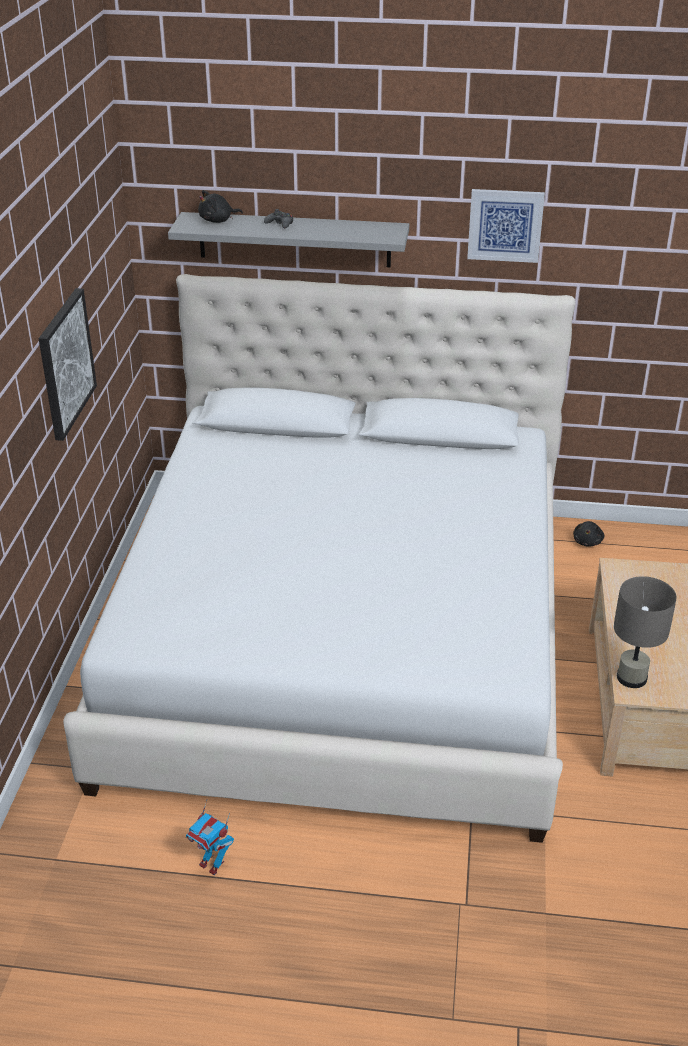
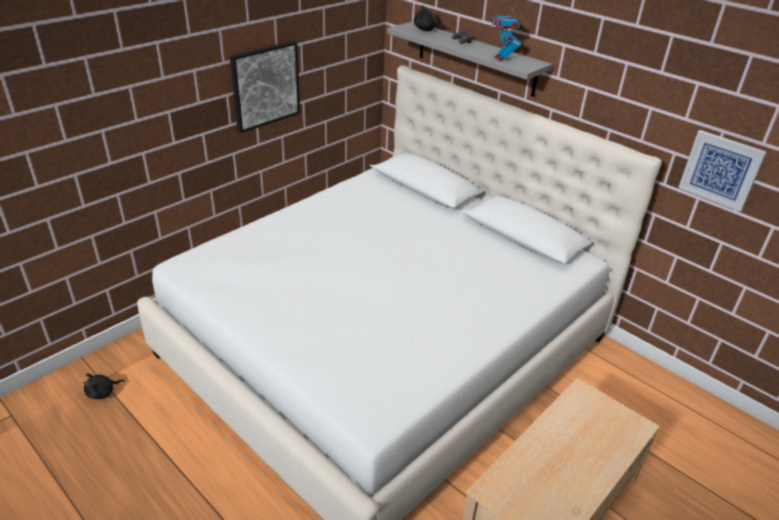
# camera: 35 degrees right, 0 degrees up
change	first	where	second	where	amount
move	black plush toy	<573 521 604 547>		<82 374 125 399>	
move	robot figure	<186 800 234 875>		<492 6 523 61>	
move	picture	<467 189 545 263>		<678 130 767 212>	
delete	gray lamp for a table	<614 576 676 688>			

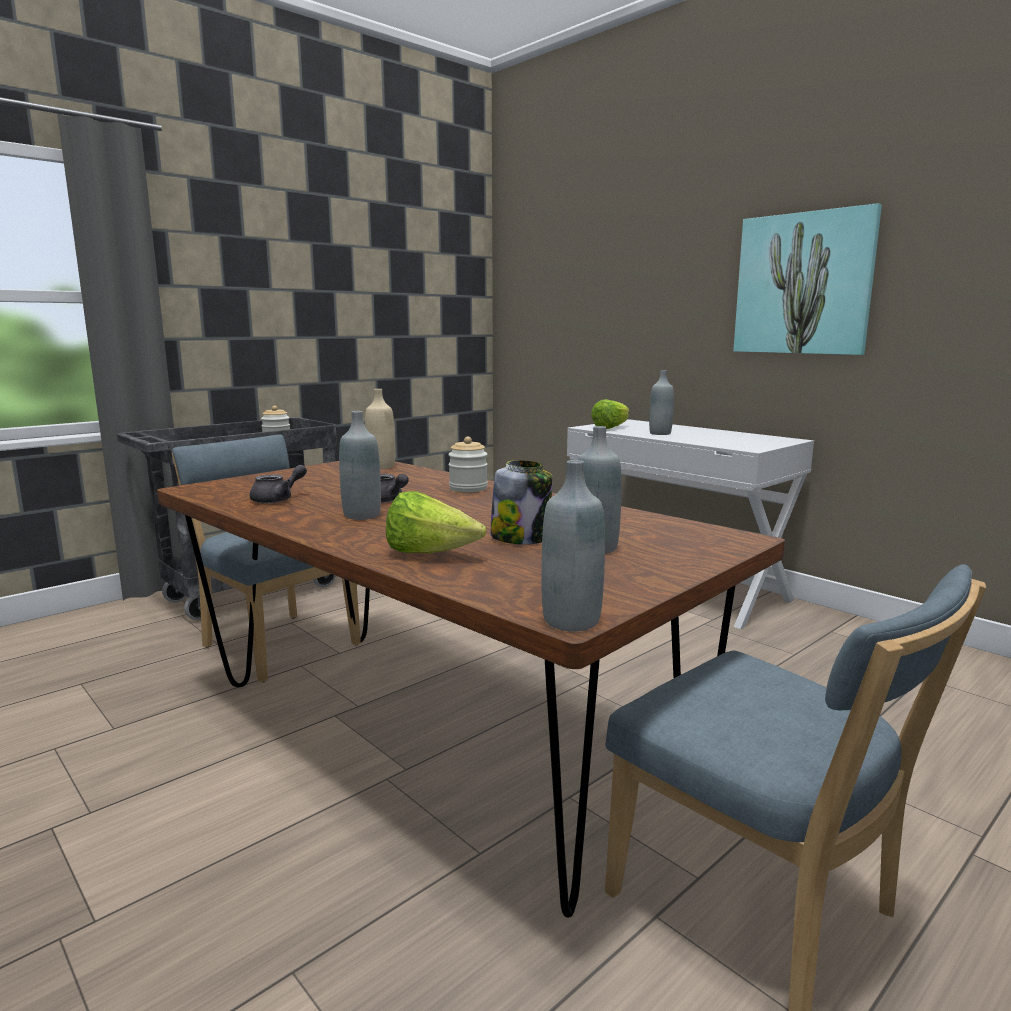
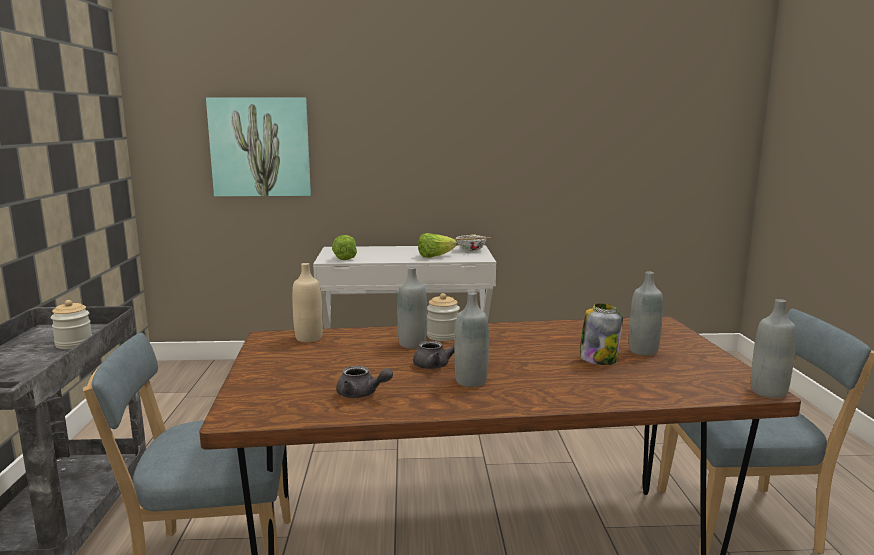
# camera: 50 degrees left, 0 degrees up
change	first	where	second	where	amount
move	picture	<733 203 882 355>		<206 97 311 196>	
rotate	gray teapot	<250 465 307 503>		<336 366 393 398>	120 degrees clockwise
move	gray bottle	<649 370 674 435>		<397 267 427 349>	
move	lettuce	<386 491 486 553>		<418 233 457 258>	
insert			deep dish	<454 234 492 252>	

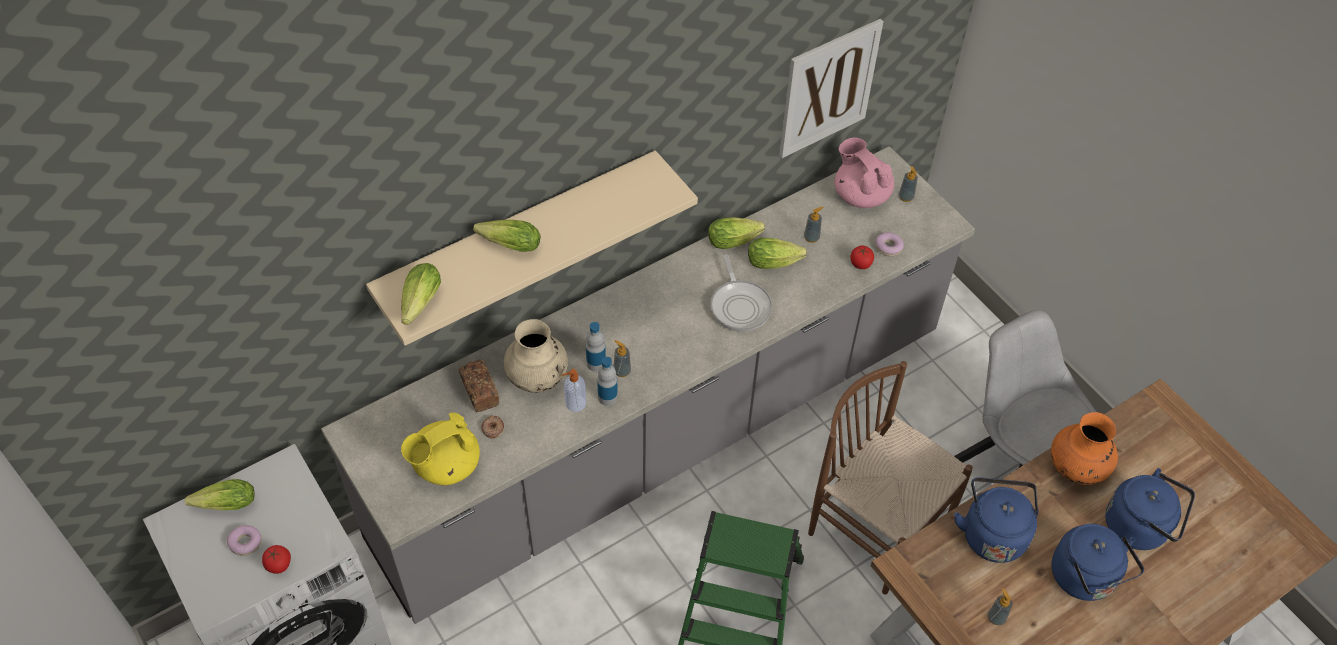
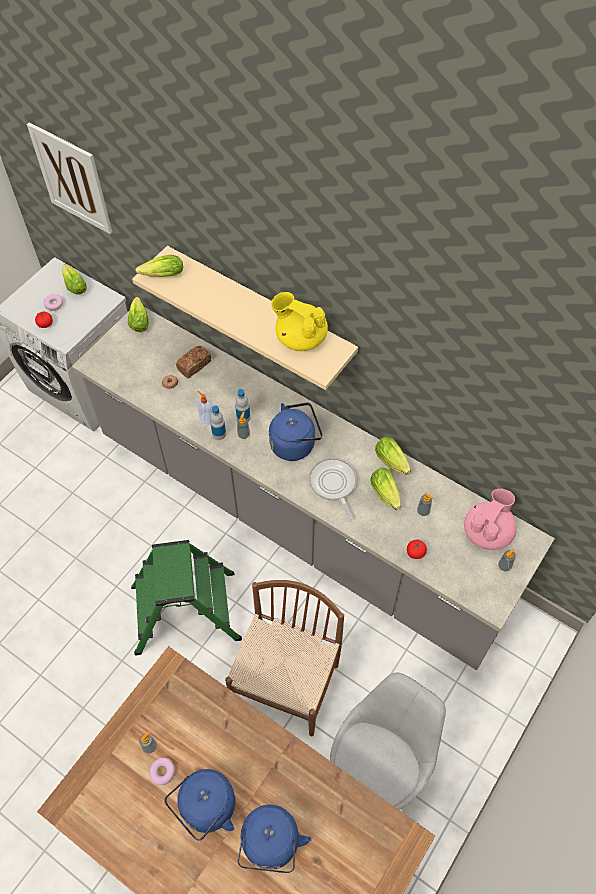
# camera: 70 degrees right, 5 degrees up
change	first	where	second	where	amount
move	picture	<779 18 883 158>		<27 123 112 234>	
move	lettuce	<473 220 541 252>		<128 297 149 332>	
move	donut	<875 232 904 256>		<149 757 175 786>	
move	blue-coloured kettle	<954 477 1039 563>		<269 402 322 461>	
move	yellowish teapot	<401 412 480 485>		<271 292 328 351>	
rotate	skillet	<711 254 772 332>		<309 458 357 520>	105 degrees clockwise
delete	beige decorative vase	<503 319 568 393>			
delete	orange-coloured decorative vase	<1051 412 1118 485>			

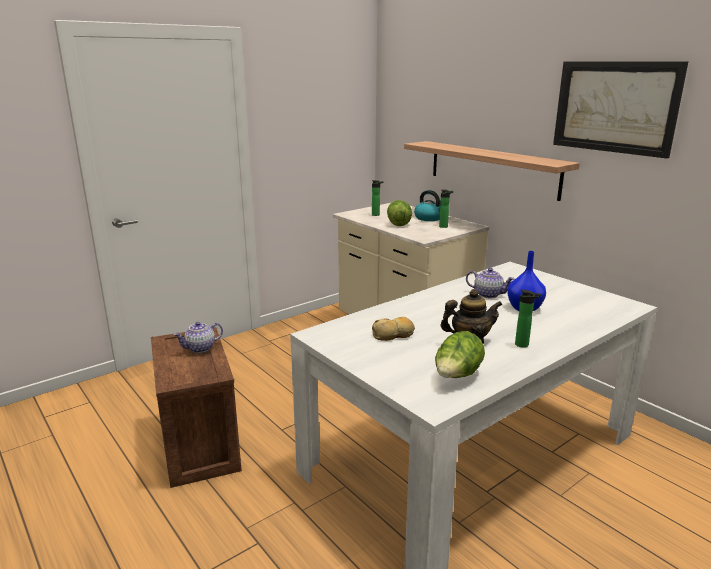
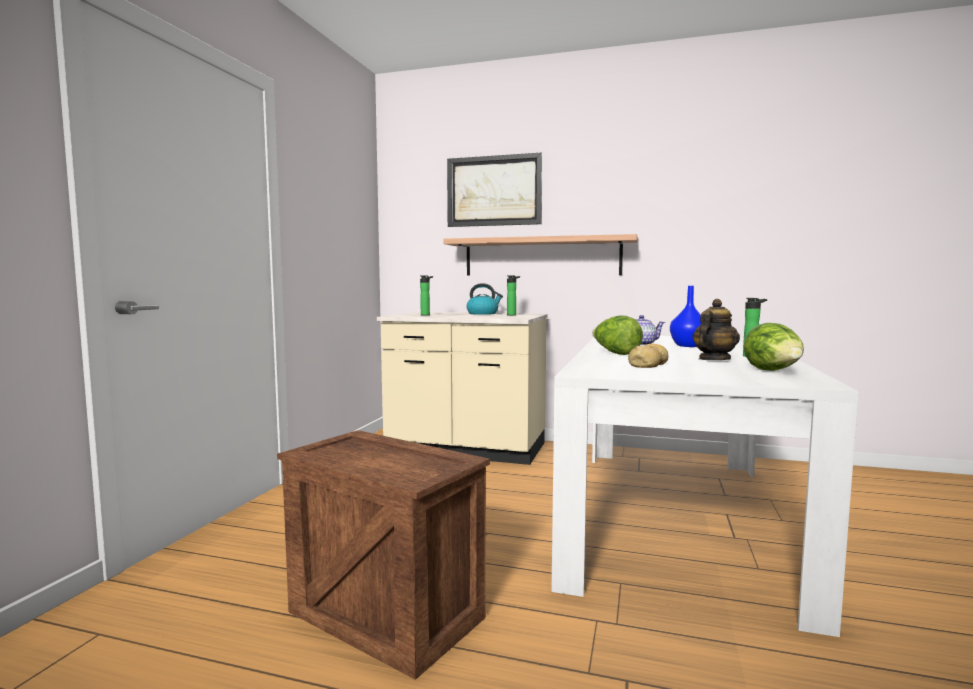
# camera: 35 degrees left, 15 degrees down
change	first	where	second	where	amount
move	picture	<553 61 688 158>		<447 153 542 227>	
move	lettuce	<387 200 412 226>		<592 315 643 355>	
delete	teapot	<174 322 223 353>			

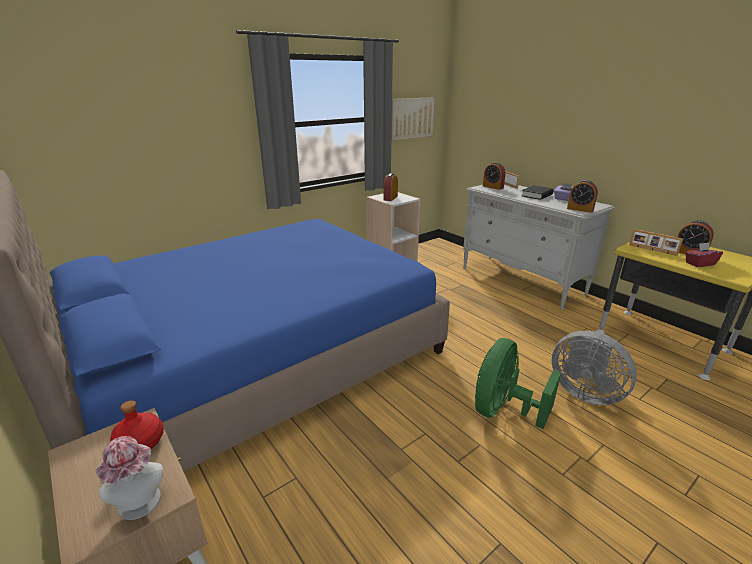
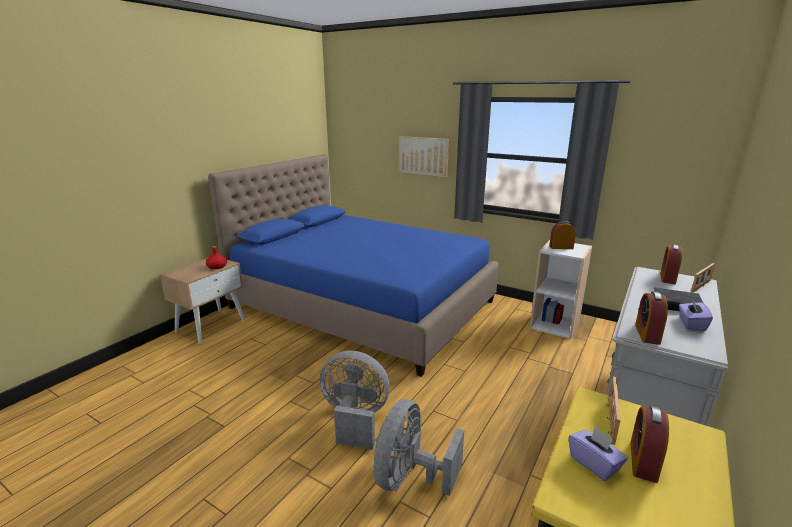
# camera: 70 degrees right, 5 degrees down
change	first	where	second	where	amount
recolor	green-coloured electric fan	<475 338 561 429>	gray electric fan	<320 351 390 450>	
move	picture	<391 97 435 141>		<399 136 449 177>	
recolor	red tissue box	<685 242 723 267>	purple-coloured tissue box	<569 427 628 481>	
delete	wearable hat	<95 436 163 520>			

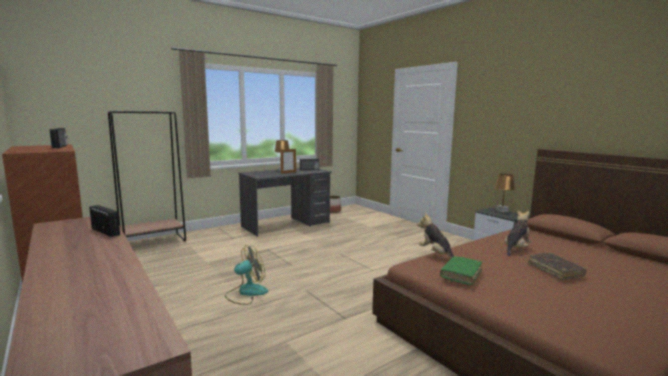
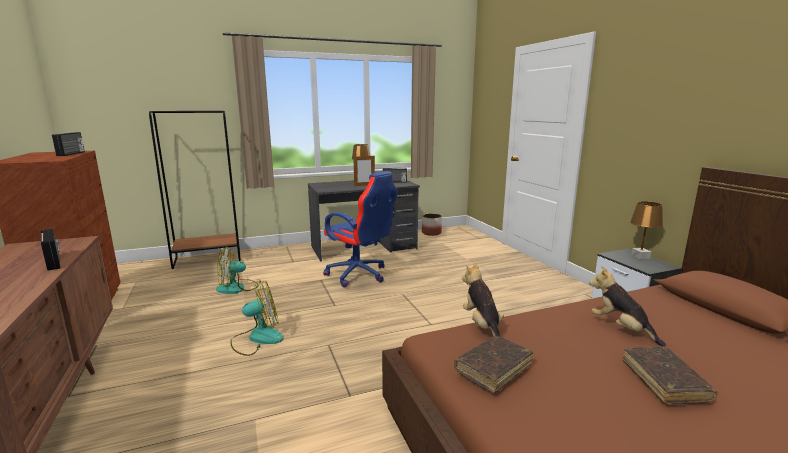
# camera: 15 degrees right, 5 degrees up
change	first	where	second	where	amount
insert			electric fan	<216 247 259 294>	
insert			blue-coloured computer chair	<323 171 398 288>	
recolor	green-coloured book	<440 257 482 285>	brown-coloured book	<454 336 533 393>	
rotate	plush toy	<505 210 532 256>		<589 266 666 347>	90 degrees counterclockwise

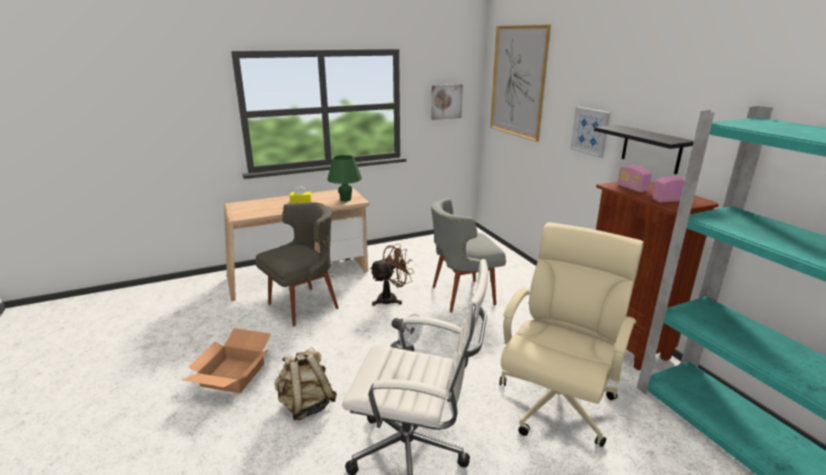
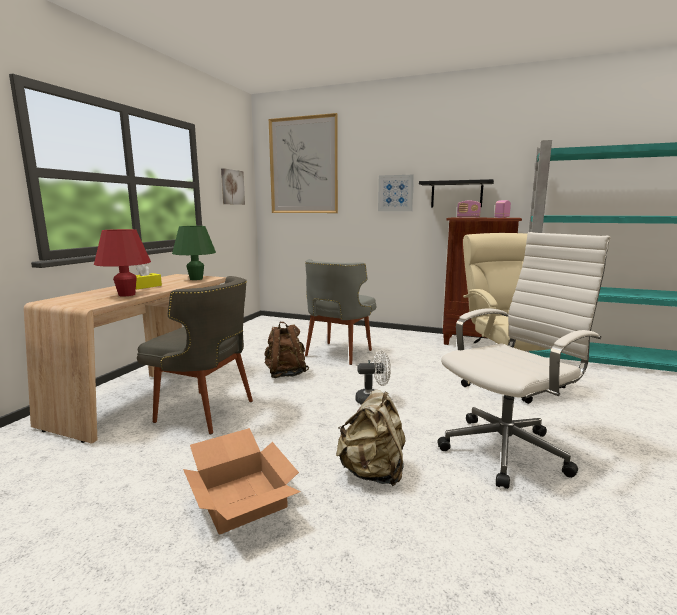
# camera: 45 degrees left, 10 degrees down
change	first	where	second	where	amount
insert			red lamp for a table	<94 229 151 297>	
rotate	gray chair	<256 202 339 326>		<137 276 253 435>	105 degrees clockwise
replace	brown-coloured electric fan	<370 244 414 306>	brown-coloured backpack	<265 322 309 378>	

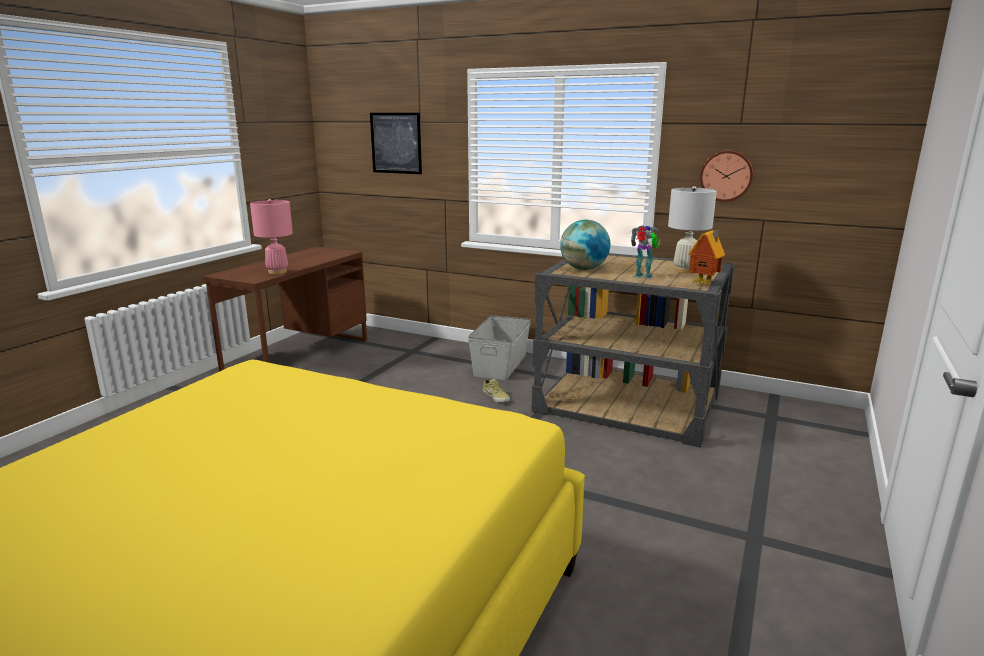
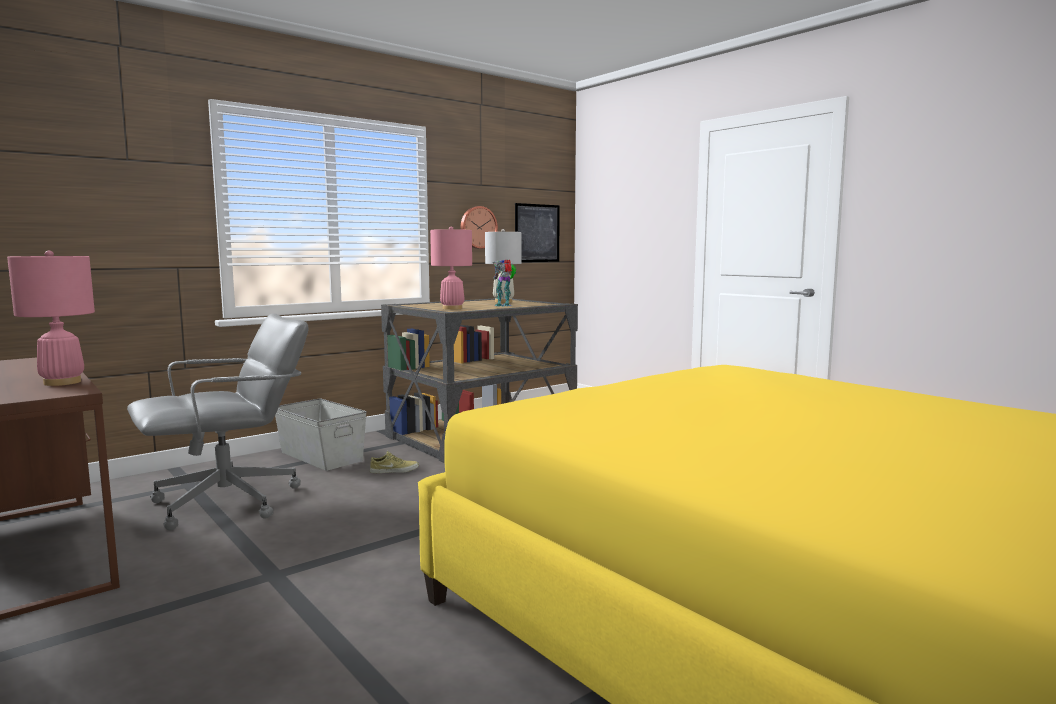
# camera: 65 degrees left, 10 degrees down
change	first	where	second	where	amount
insert			gray computer chair	<127 313 309 531>	
replace	desk globe	<560 220 610 270>	pinkish lamp for a table	<430 226 472 310>	
move	picture	<370 113 422 174>		<515 203 560 262>	
delete	model house	<688 229 725 285>			

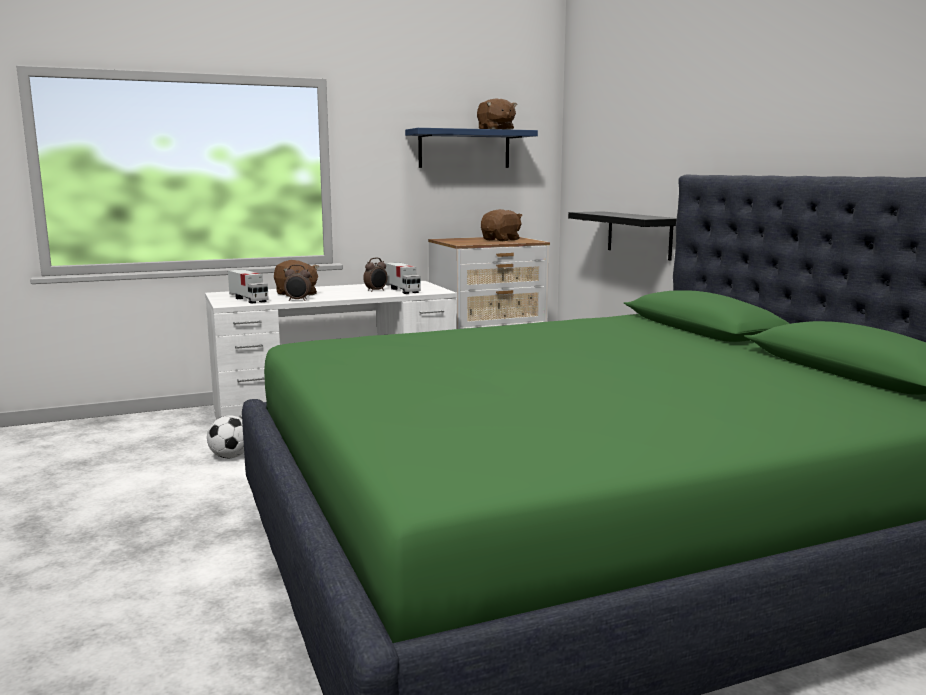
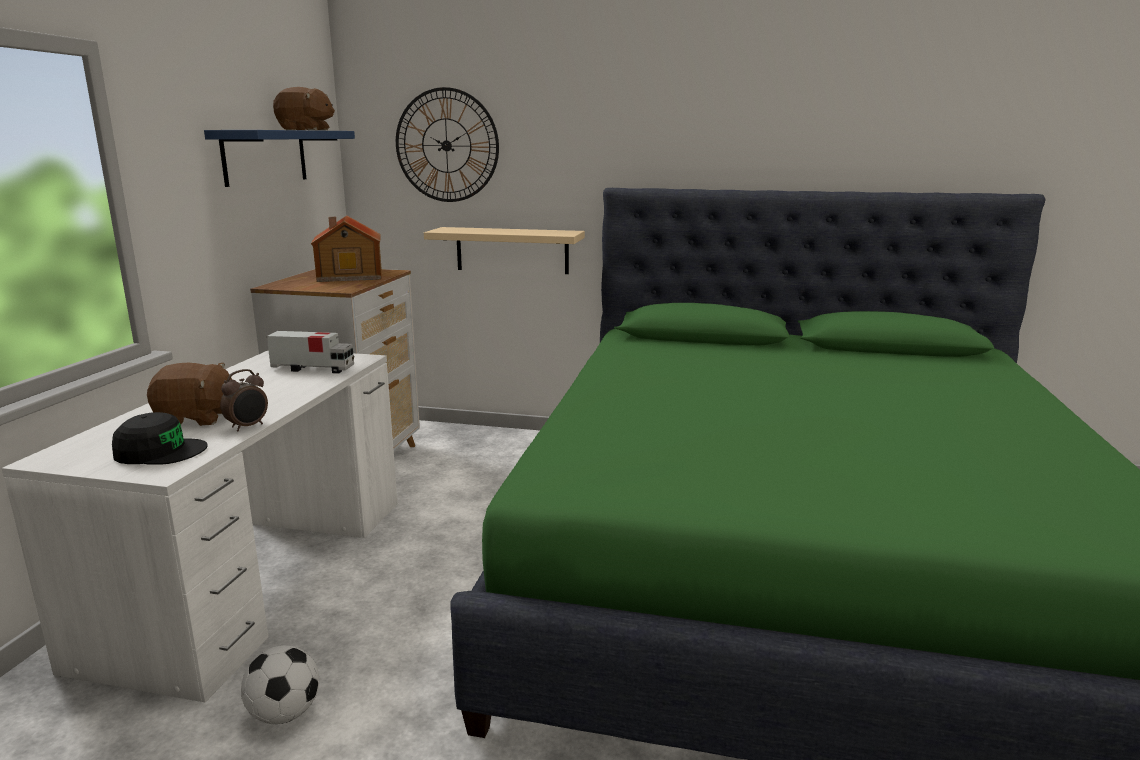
# camera: 55 degrees left, 5 degrees up
change	first	where	second	where	amount
replace	toy lorry	<228 269 269 304>	black baseball cap	<112 412 208 465>	
replace	brown-coloured plush toy	<481 209 523 241>	model house	<311 215 382 282>	
insert			hanging clock	<396 87 499 202>	
recolor	black wall shelf	<568 211 677 260>	beige wall shelf	<424 227 585 274>	
delete	table clock	<363 258 387 292>			

